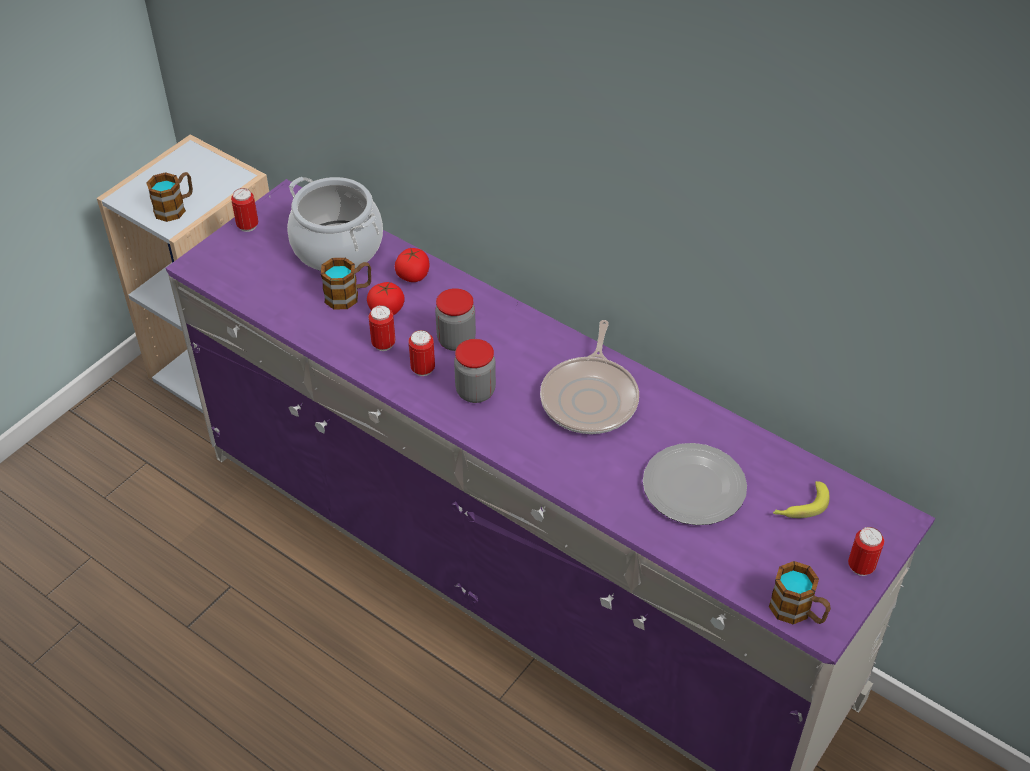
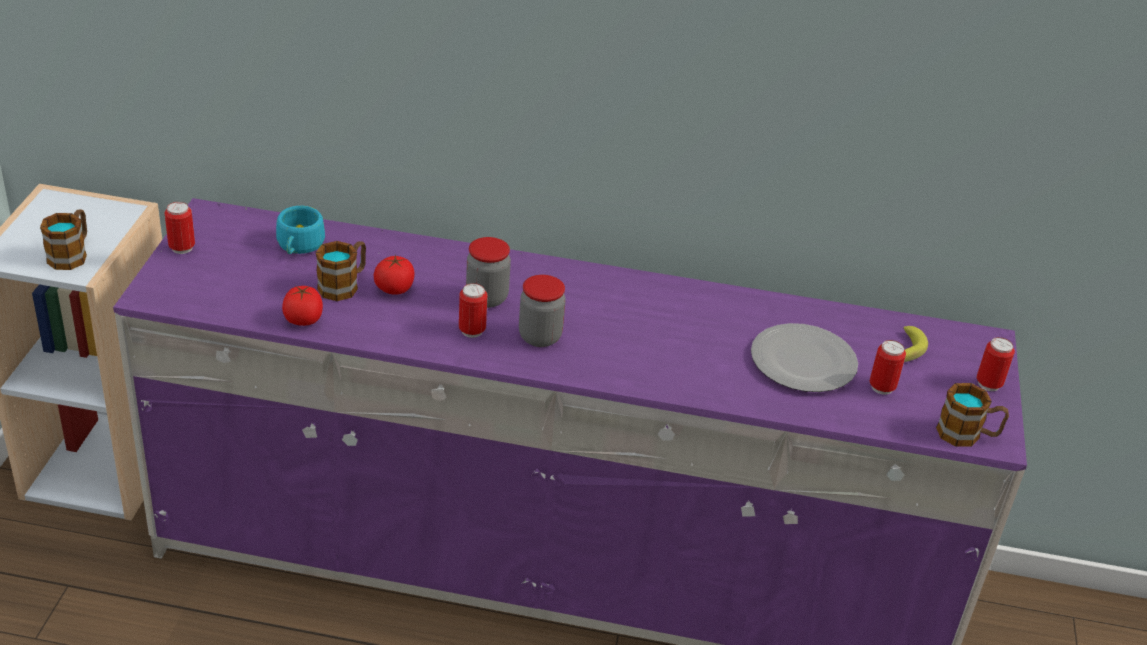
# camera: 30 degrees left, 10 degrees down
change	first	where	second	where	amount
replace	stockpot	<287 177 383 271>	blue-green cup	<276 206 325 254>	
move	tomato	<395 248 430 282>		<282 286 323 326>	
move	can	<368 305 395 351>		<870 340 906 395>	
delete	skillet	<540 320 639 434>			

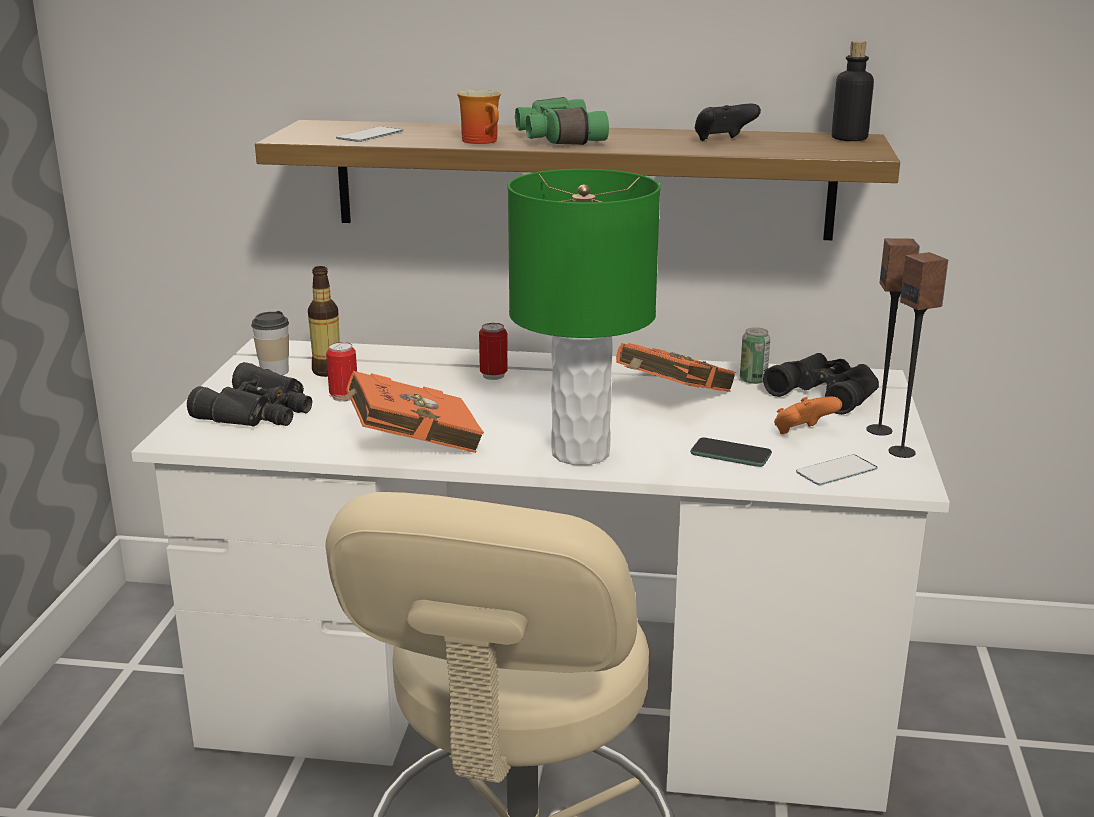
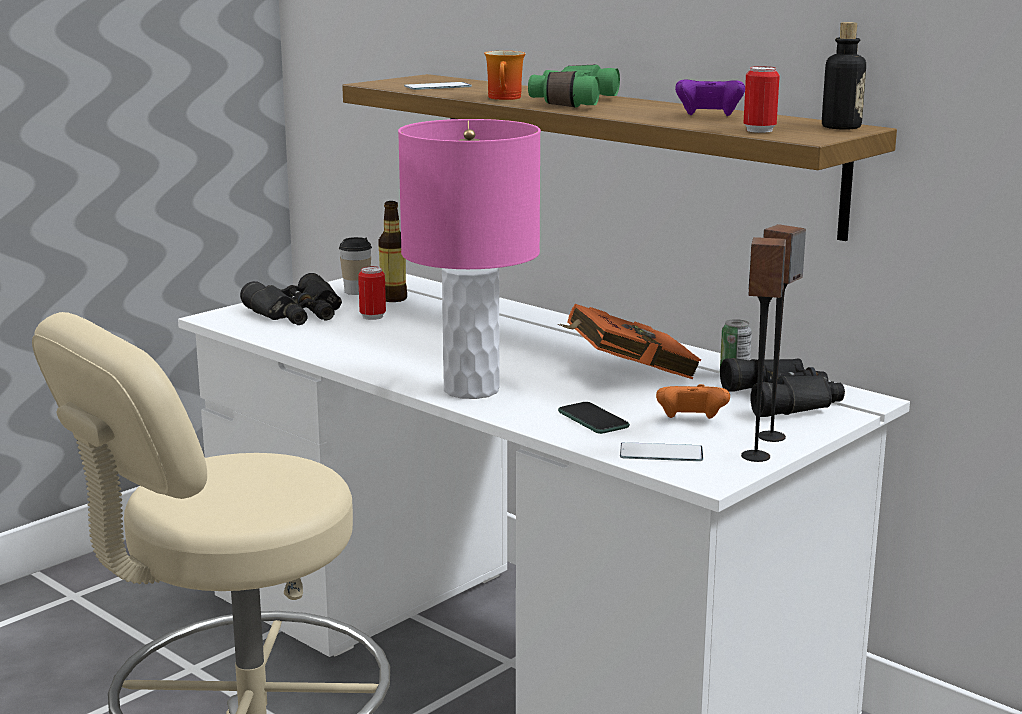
# camera: 35 degrees right, 5 degrees down
change	first	where	second	where	amount
recolor	green-coloured lamp for a table	<508 169 661 465>	pinkish lamp for a table	<398 119 541 399>	
recolor	black joypad	<695 104 761 141>	purple-coloured joypad	<675 80 745 116>	
move	can	<479 323 508 380>		<743 66 780 133>	
delete	orange-coloured book	<329 371 484 453>			

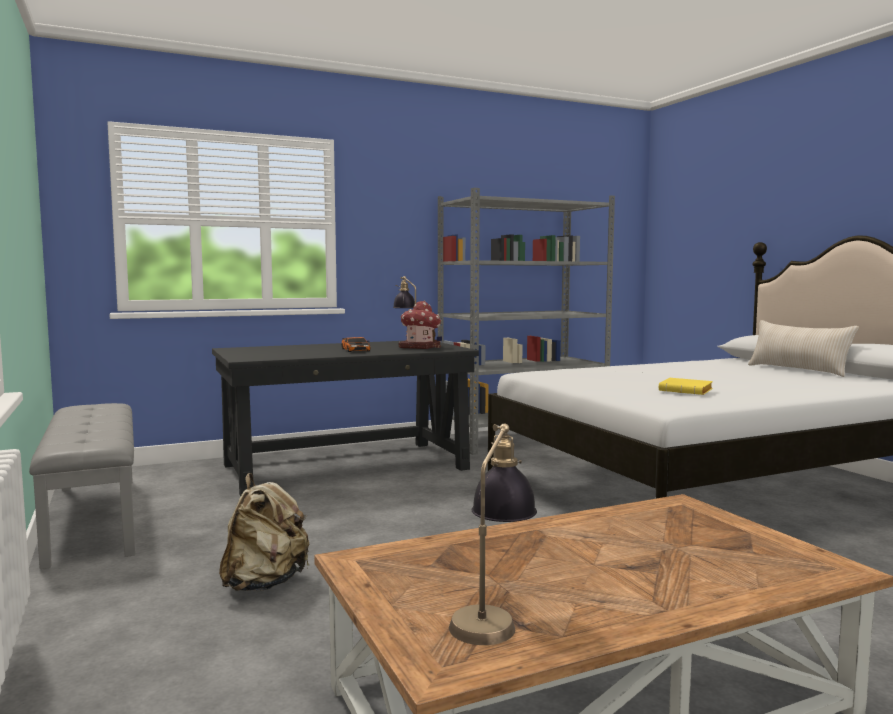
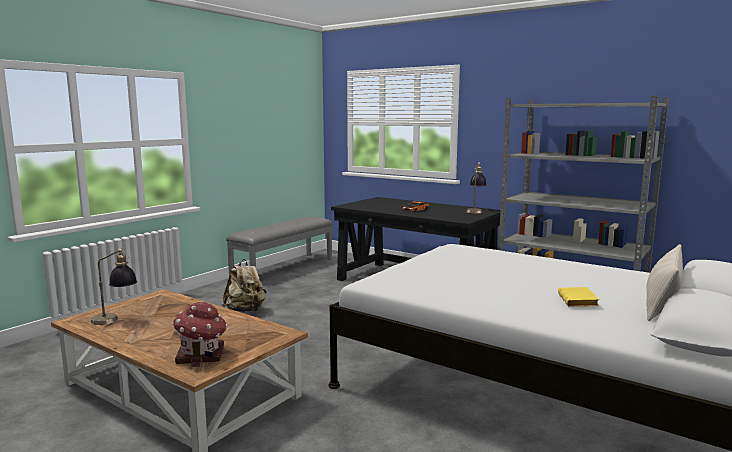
# camera: 60 degrees right, 5 degrees up
change	first	where	second	where	amount
move	model house	<399 301 442 349>		<173 302 227 367>	
move	yellowish book	<659 378 713 395>		<558 287 599 307>	

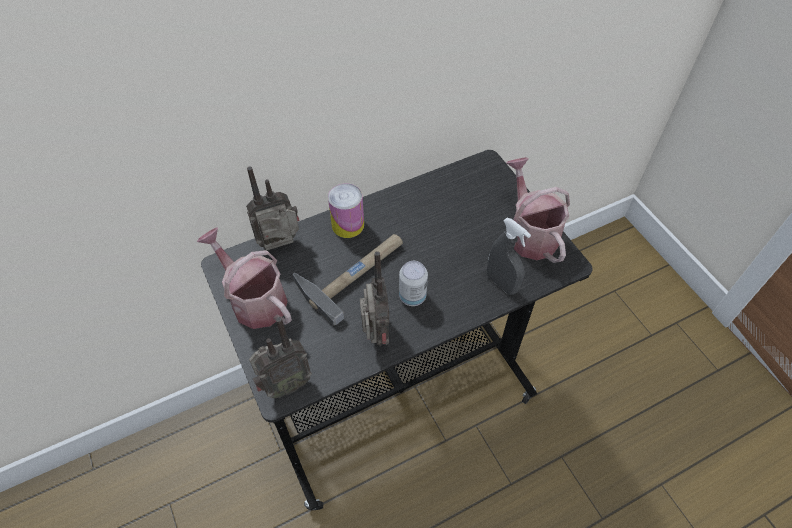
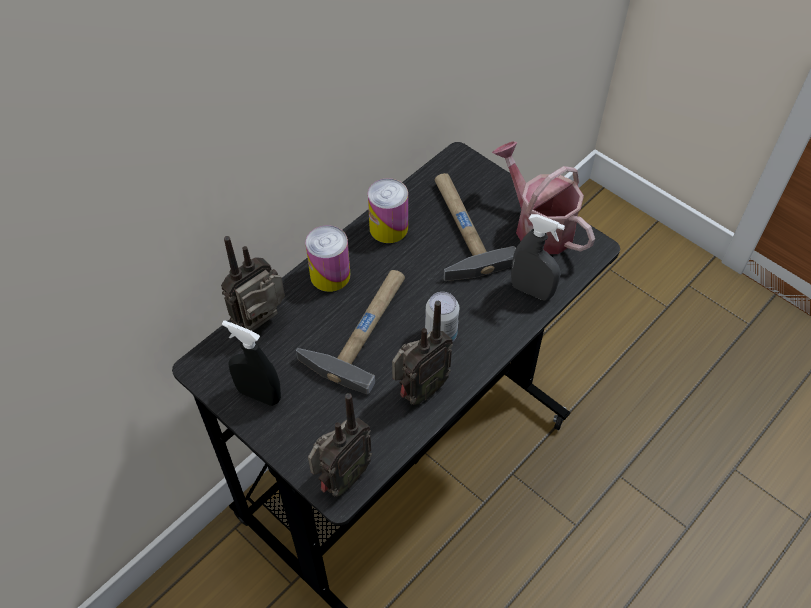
# camera: 20 degrees left, 0 degrees up
change	first	where	second	where	amount
replace	sprinkling can	<197 227 292 329>	black hand sprayer	<222 320 281 406>	
insert			can	<368 178 408 243>	
rotate	radio	<360 251 389 346>		<392 301 453 405>	75 degrees clockwise
insert			tool hammer	<435 173 516 281>	

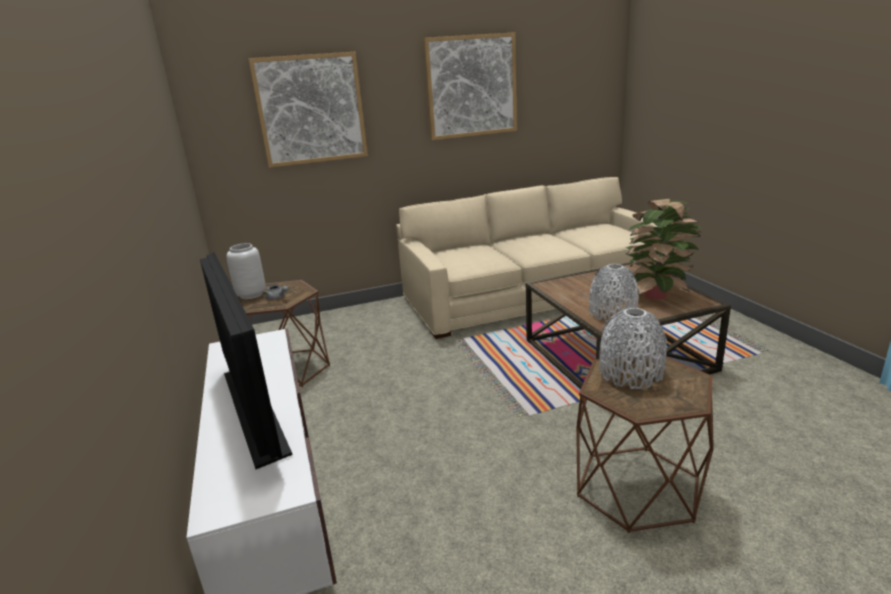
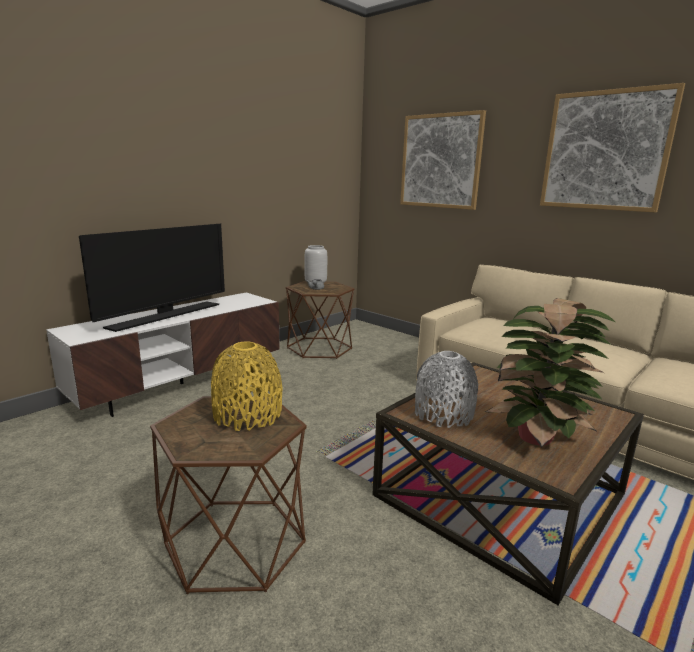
# camera: 60 degrees right, 5 degrees down
change	first	where	second	where	amount
recolor	gray decorative vase	<599 308 667 389>	yellowish decorative vase	<211 341 282 431>	

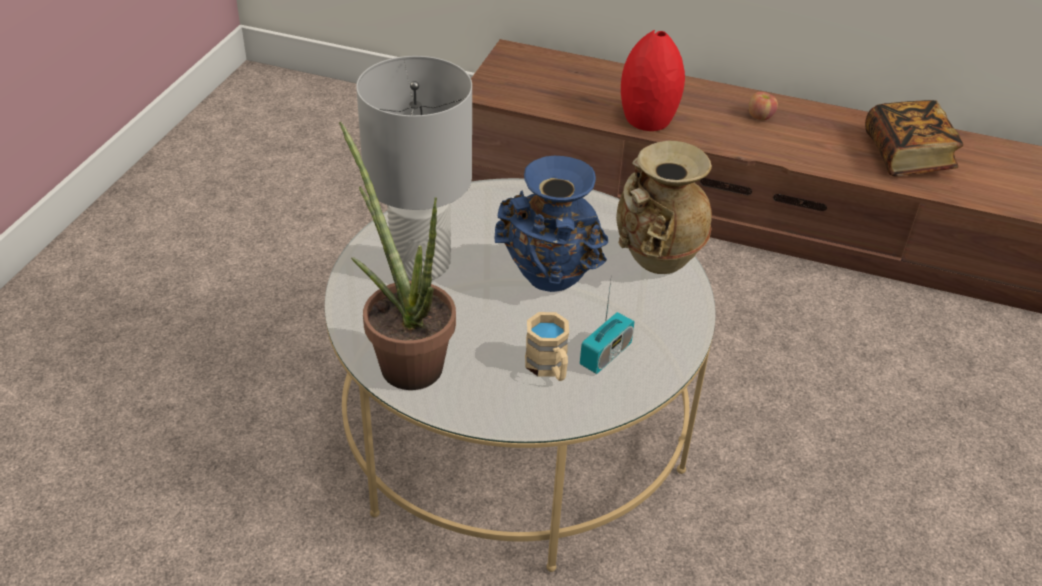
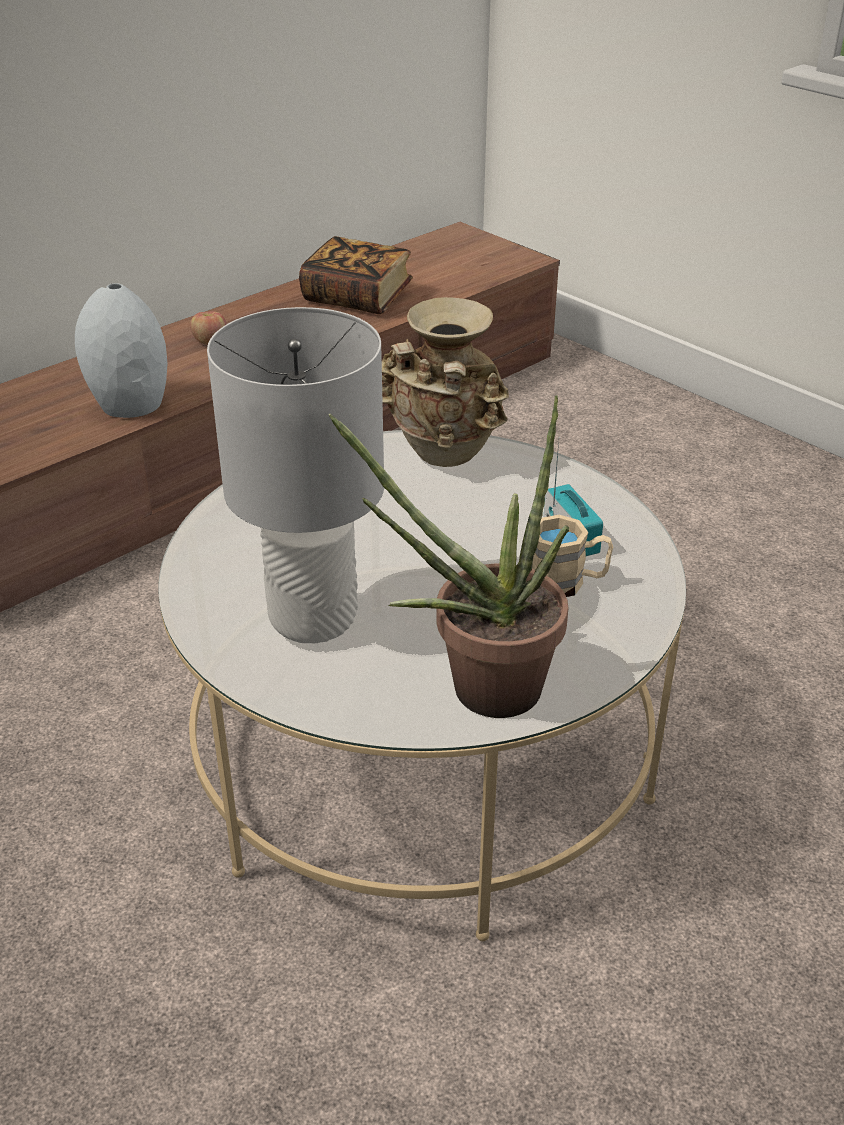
# camera: 60 degrees left, 5 degrees down
change	first	where	second	where	amount
recolor	red decorative vase	<621 30 685 131>	gray decorative vase	<75 283 168 418>	
delete	blue-coloured decorative vase	<495 156 608 292>			

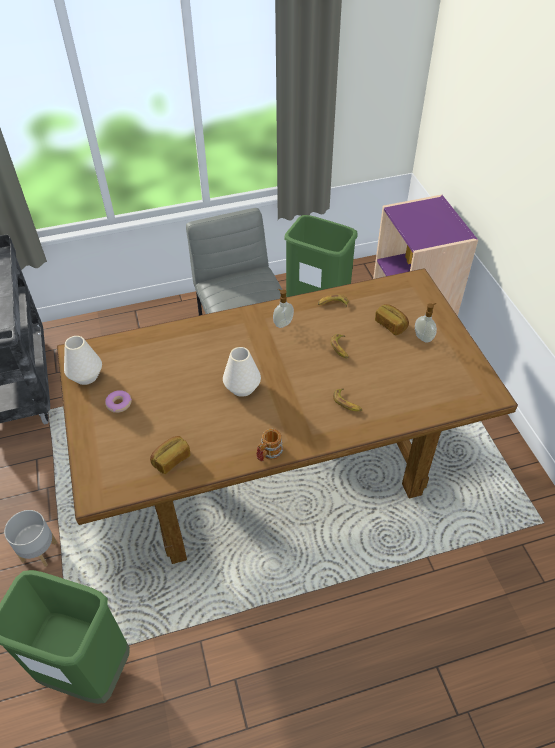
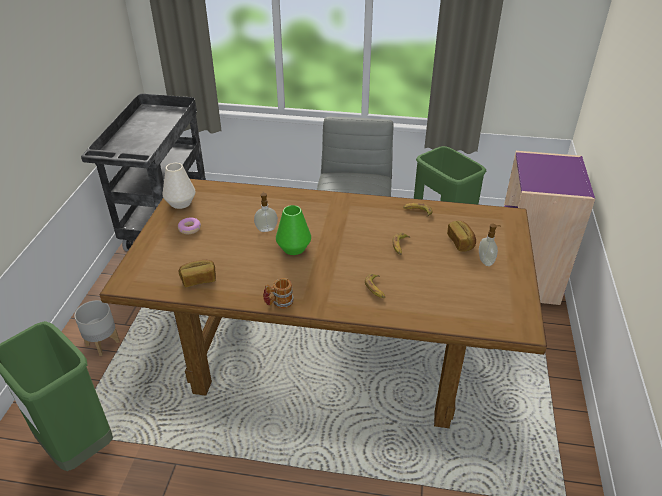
# camera: 25 degrees right, 10 degrees down
change	first	where	second	where	amount
move	soap dispenser	<273 289 294 328>		<254 192 278 232>	
recolor	white-coloured decorative vase	<223 347 261 397>	green-coloured decorative vase	<276 205 311 255>	

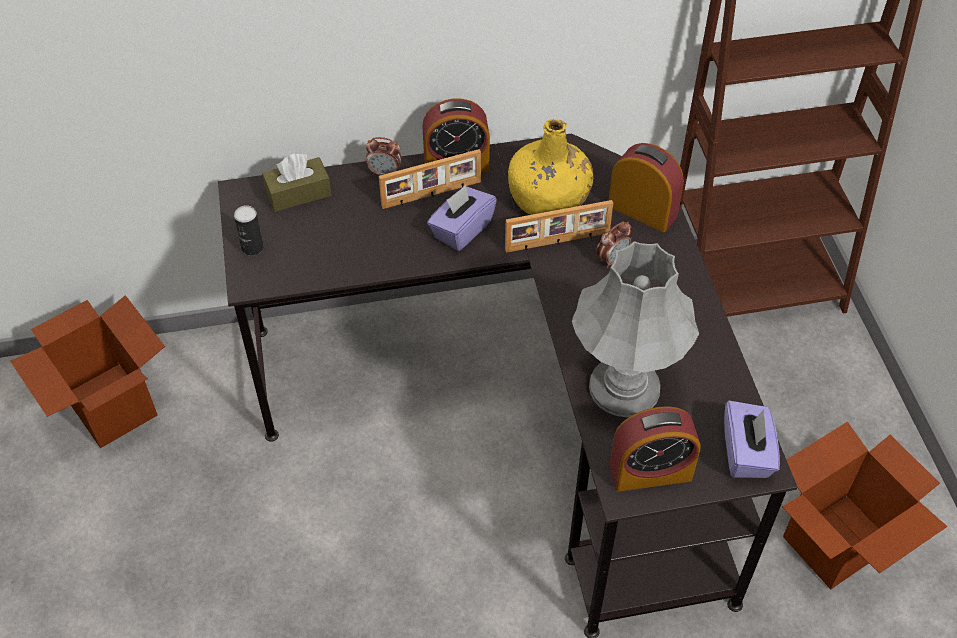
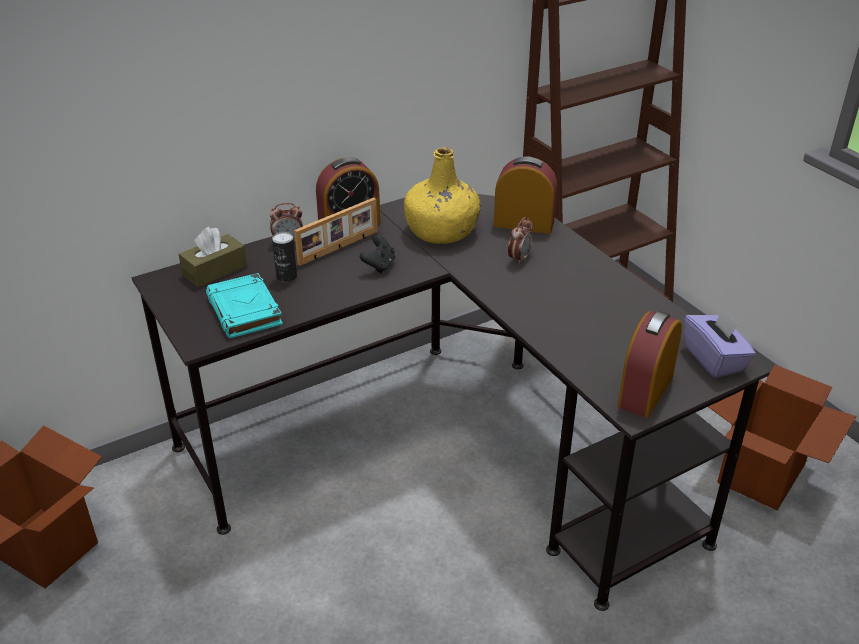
# camera: 20 degrees left, 15 degrees down
change	first	where	second	where	amount
insert			blue-green book	<206 273 283 338>	
move	can	<234 205 264 256>		<272 232 297 282>	
replace	purple-coloured tissue box	<427 185 497 251>	black joypad	<360 235 395 273>	
rotate	table clock	<610 406 700 492>		<618 311 682 418>	150 degrees clockwise
delete	standing frame	<505 200 613 253>			
delete	gray lamp for a table	<572 241 699 417>			

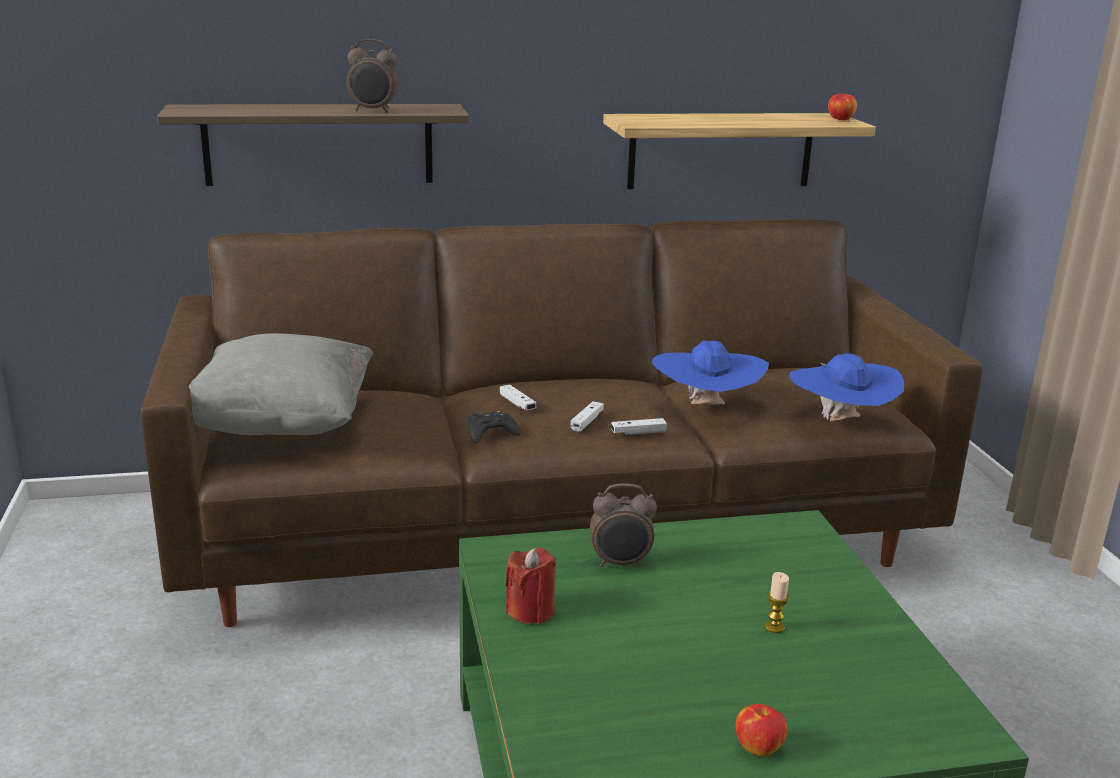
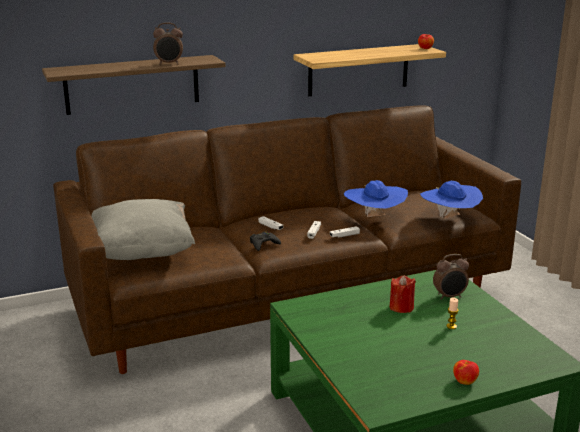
# camera: 10 degrees left, 0 degrees up
change	first	where	second	where	amount
move	red wax candle	<505 547 556 624>		<390 275 416 313>	
move	table clock	<590 484 657 568>		<433 254 469 300>	

